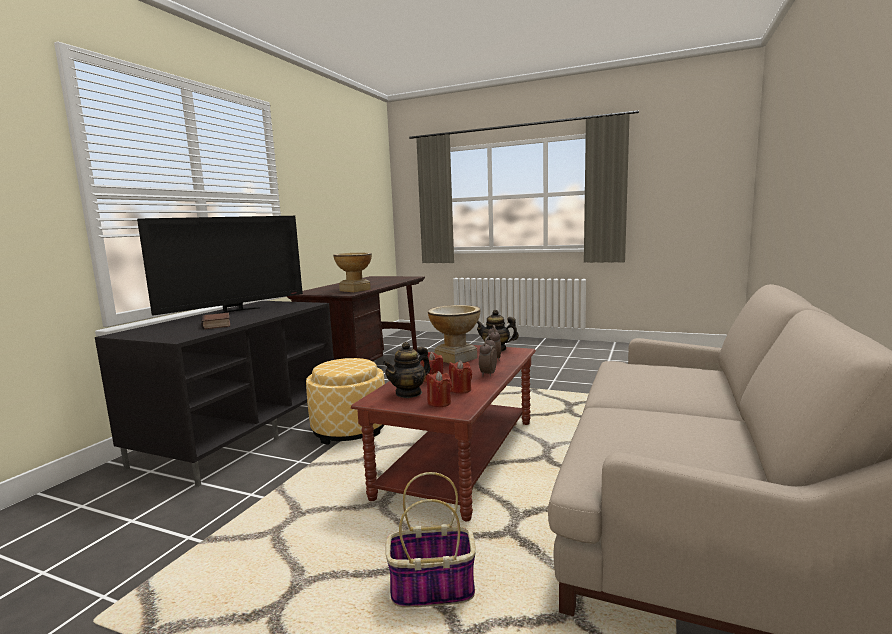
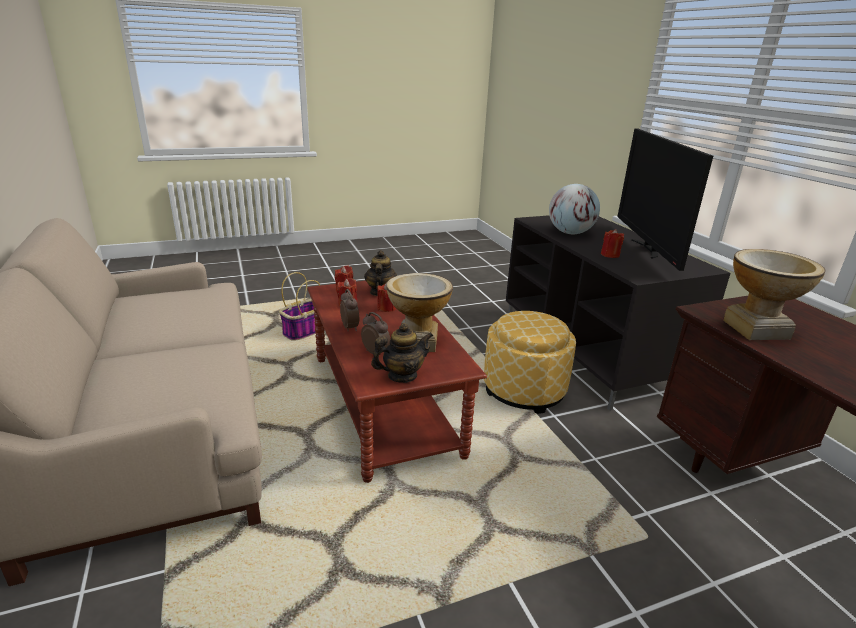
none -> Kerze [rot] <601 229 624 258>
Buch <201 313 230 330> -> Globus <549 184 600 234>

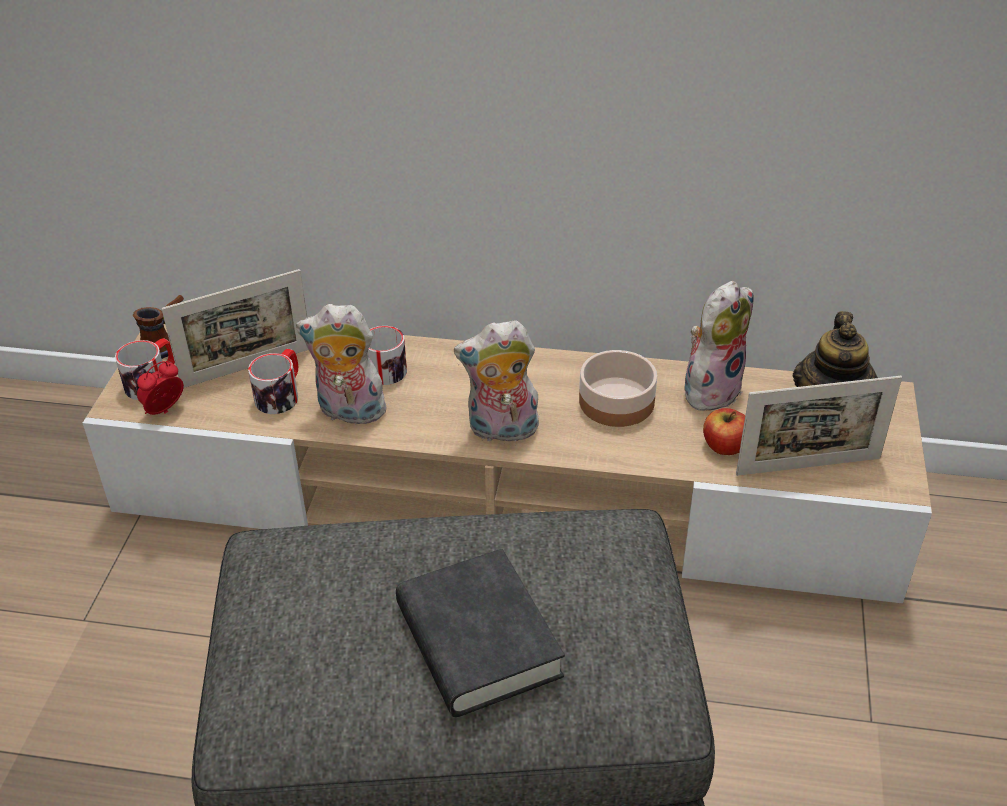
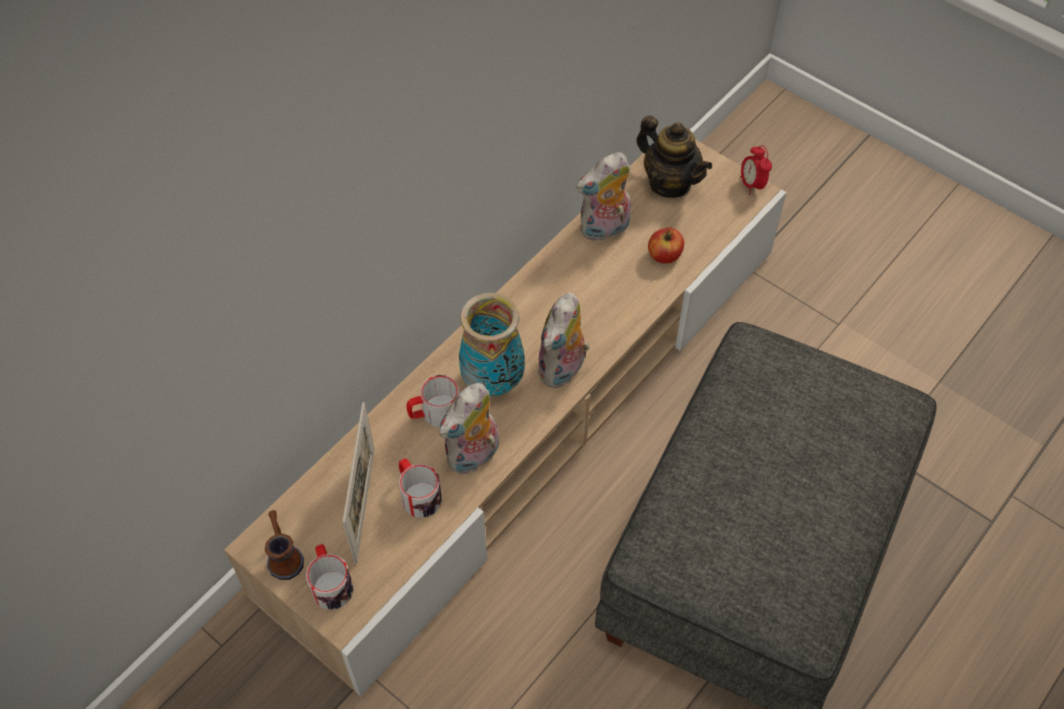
Buch [schwarz] <396 549 565 717> -> none
Schüssel <579 350 657 427> -> none
Bilderrahmen <736 376 902 476> -> none
none -> Vase <459 293 525 396>
Wecker <137 361 184 415> -> Wecker <740 145 772 195>, shifted
Plüschtier <684 281 754 411> -> Plüschtier <576 152 631 241>, 105 degrees counterclockwise

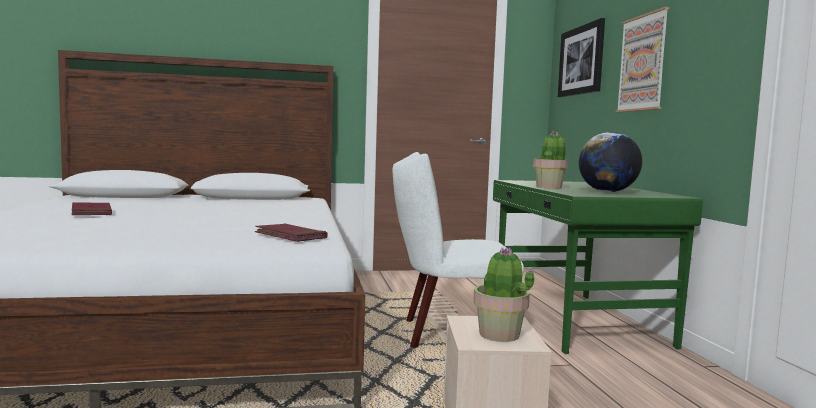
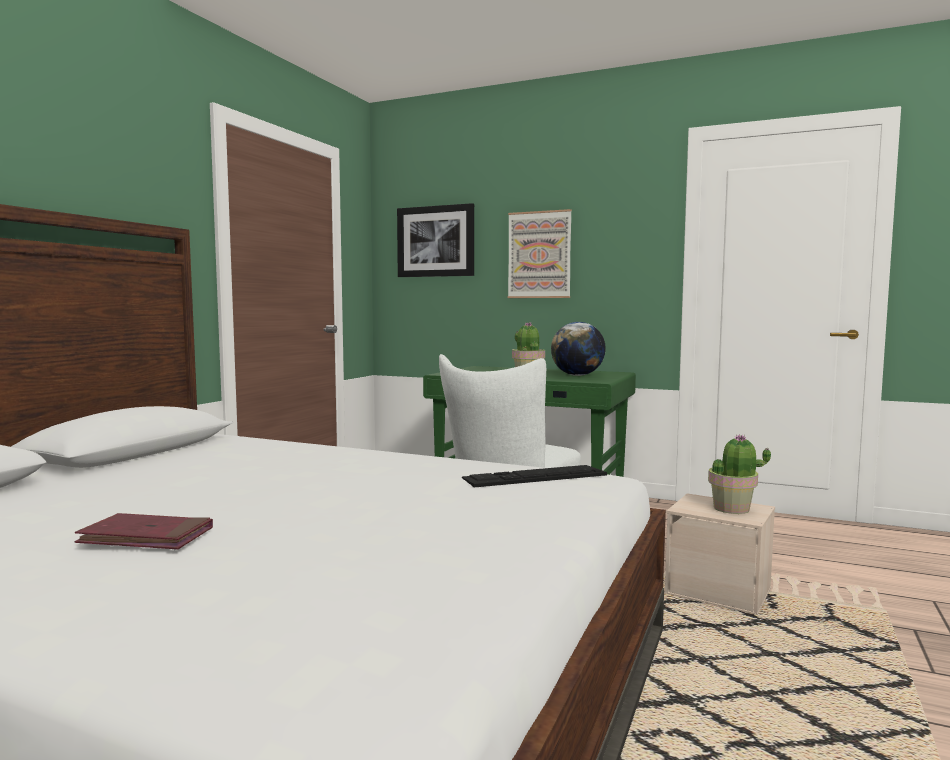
Buch [rot] <255 224 328 242> -> Tastatur <462 465 607 487>

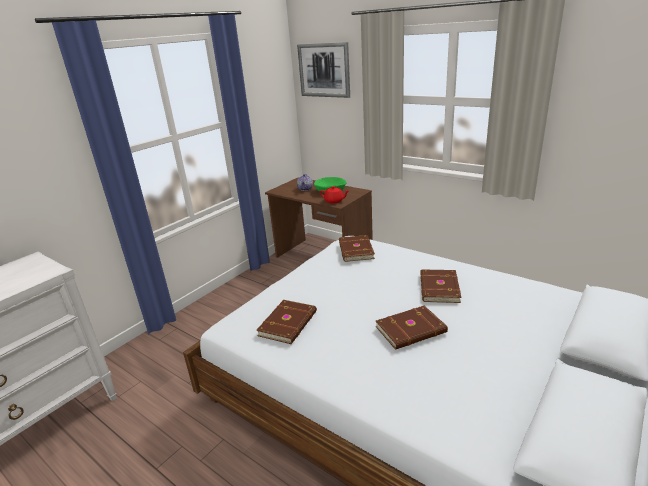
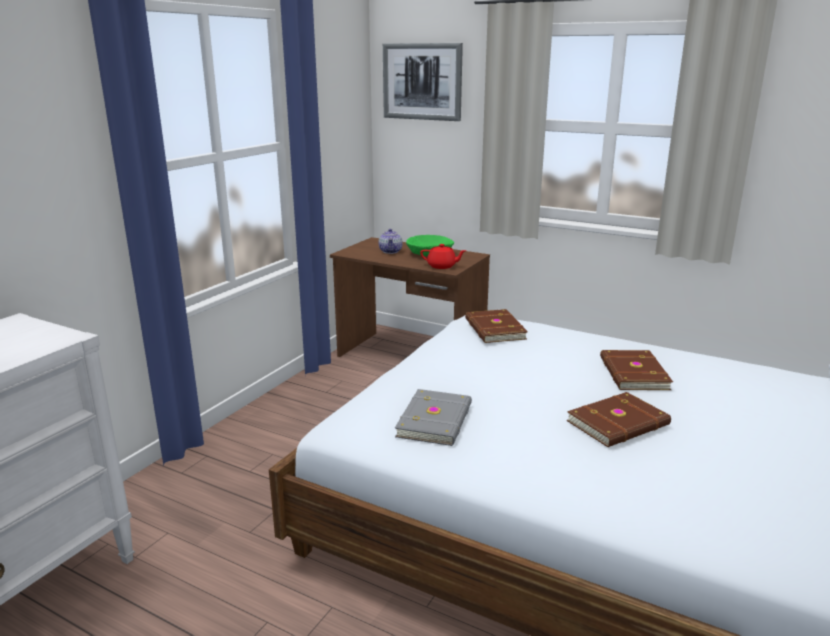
Buch [braun] <256 300 317 344> -> Buch [grau] <395 389 472 446>

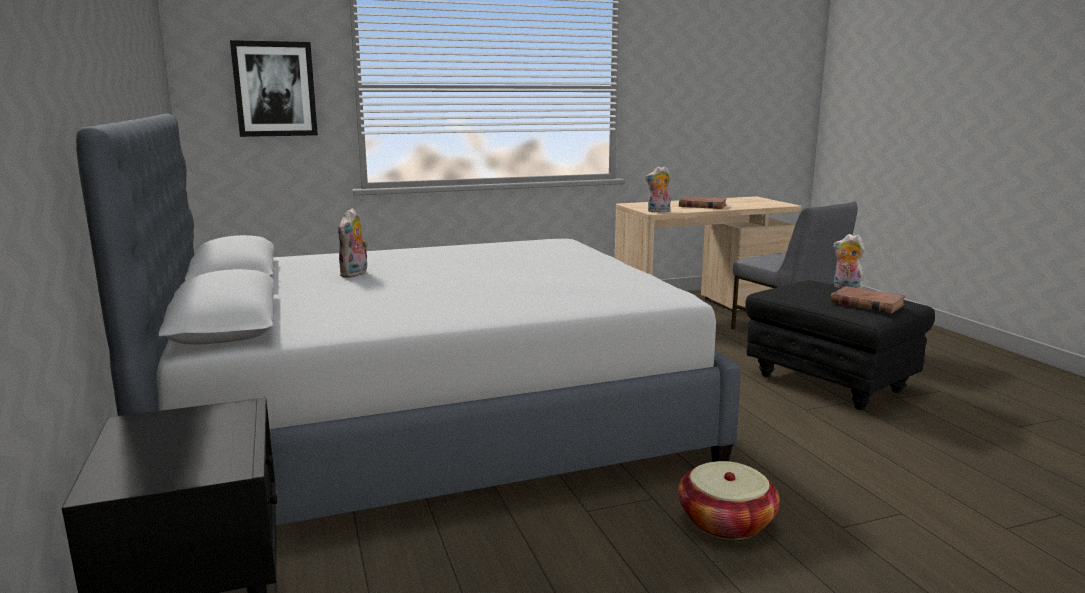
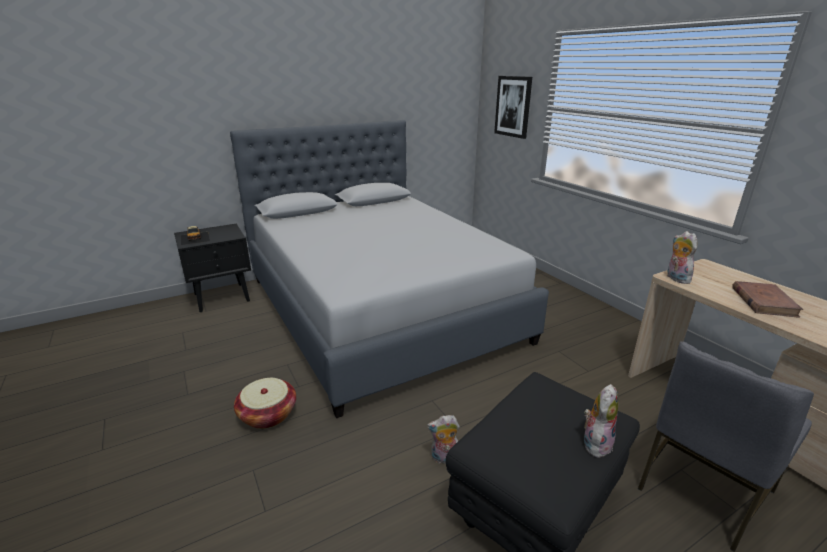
Buch [braun] <830 286 906 314> -> none
none -> Spielzeugauto <181 226 210 245>
Plüschtier <338 208 368 278> -> Plüschtier <427 415 460 464>, shifted

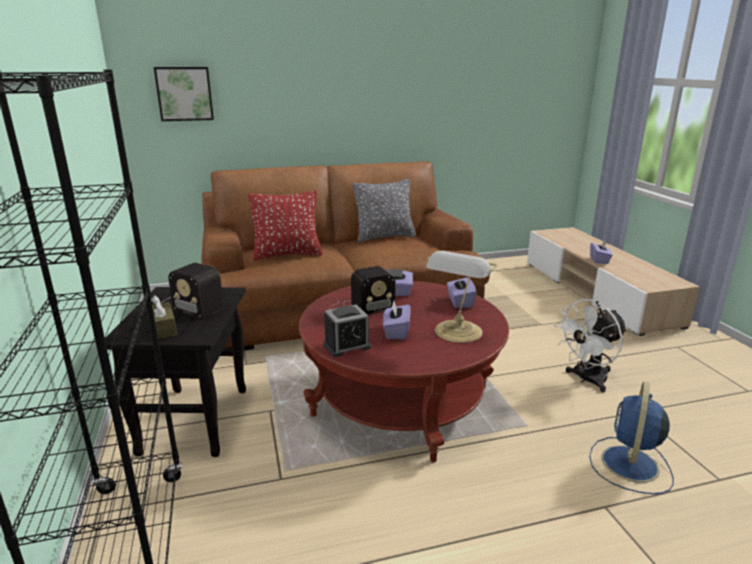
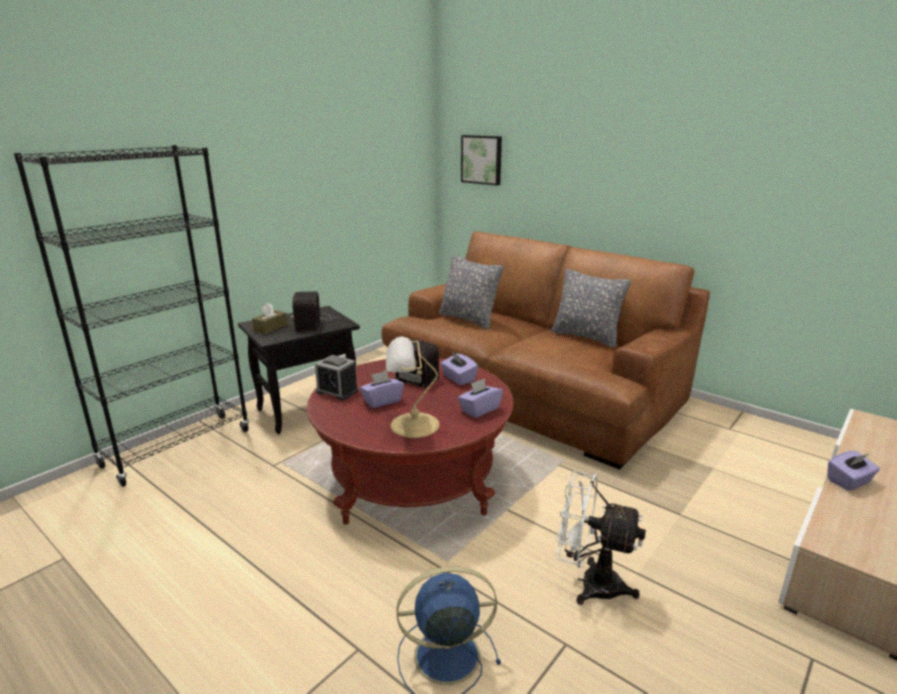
Kissen [rot] <248 190 322 260> -> Kissen [grau] <439 255 503 329>

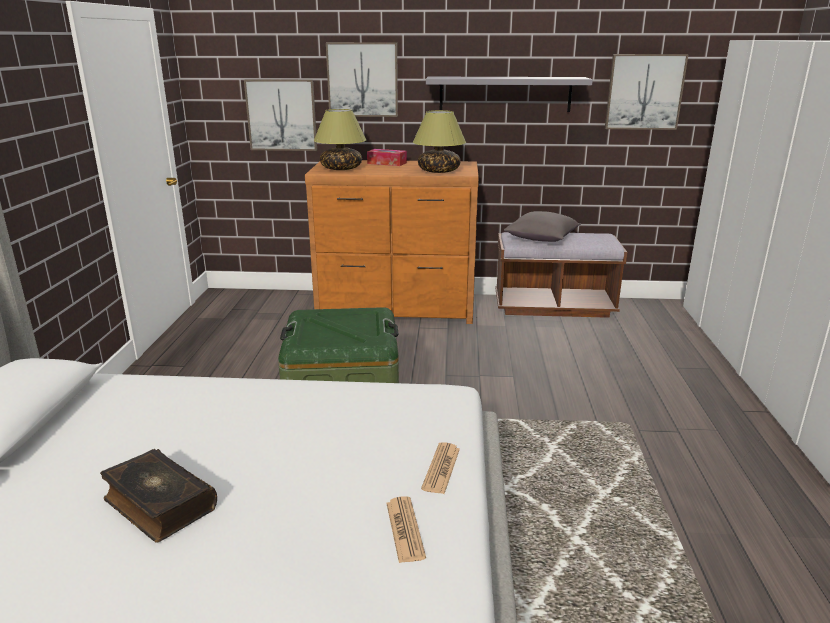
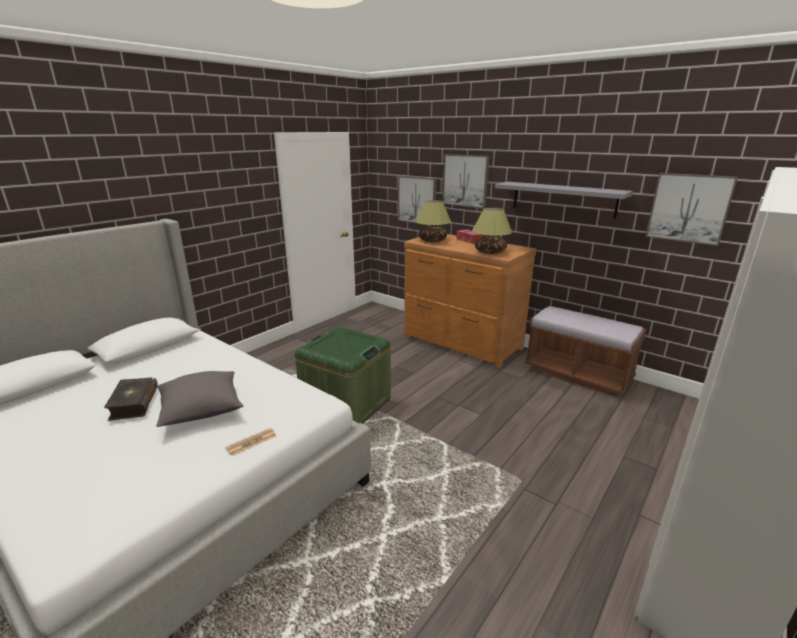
Zeitung <386 497 426 563> -> none
Kissen [grau] <504 211 581 242> -> Kissen [grau] <156 371 244 427>, shifted

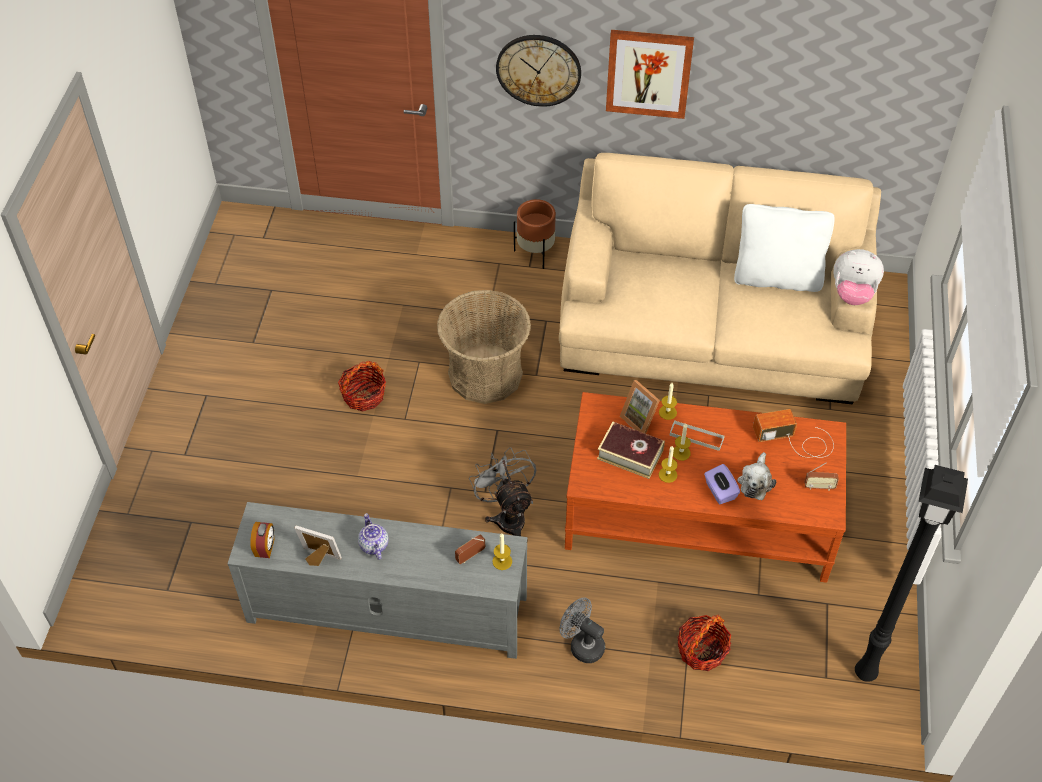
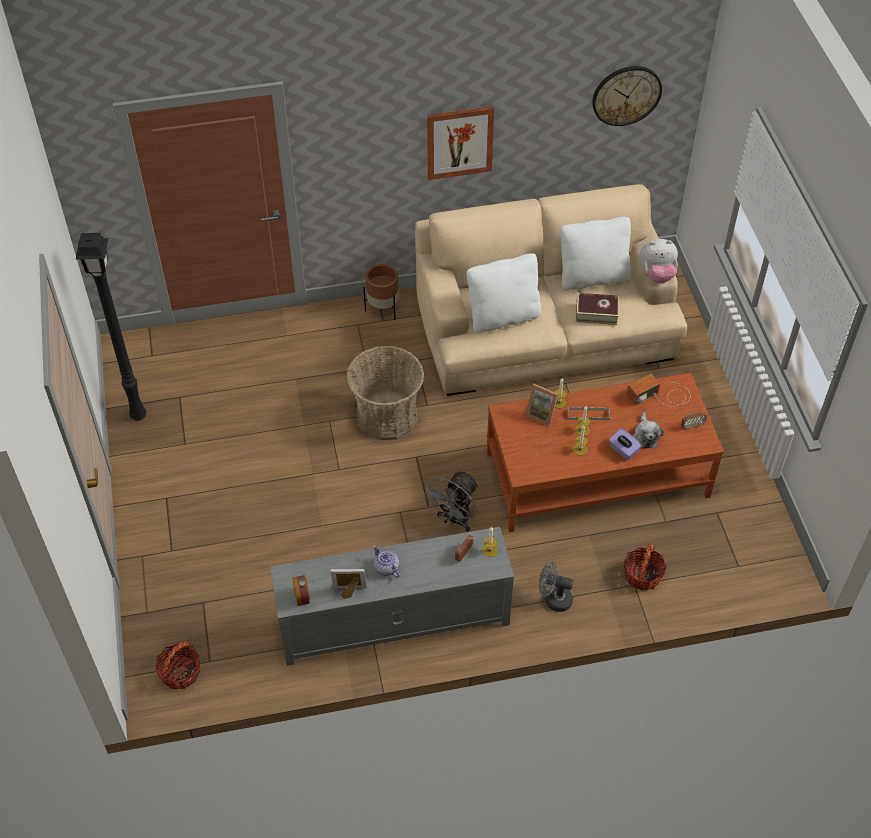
none -> Kissen [weiß] <466 253 542 333>
Korb <338 361 386 412> -> Korb <155 641 200 689>, shifted
Wanduhr <496 35 581 107> -> Wanduhr <592 66 662 126>, shifted
Buch <597 422 665 479> -> Buch <576 293 619 325>, shifted
Stehlampe [schwarz] <855 465 968 682> -> Stehlampe [schwarz] <76 233 146 421>, shifted
Ventilator [grau] <469 447 536 536> -> Ventilator [grau] <423 471 478 532>, 105 degrees counterclockwise

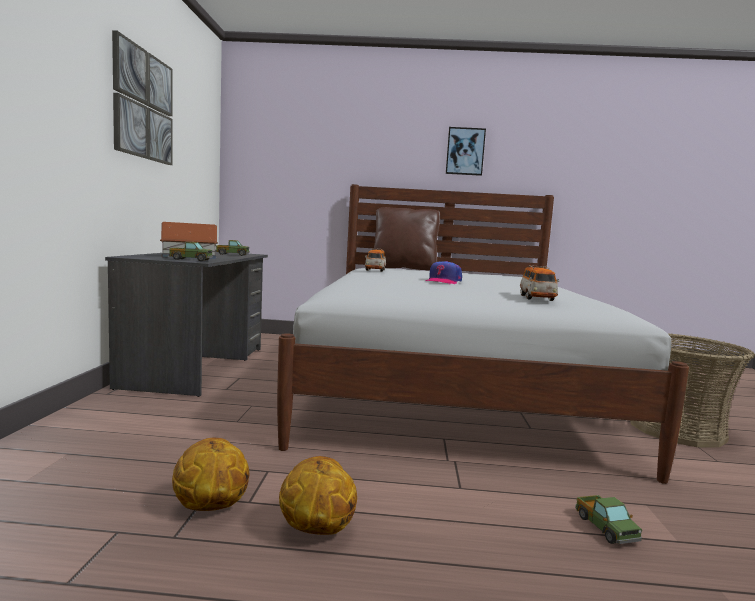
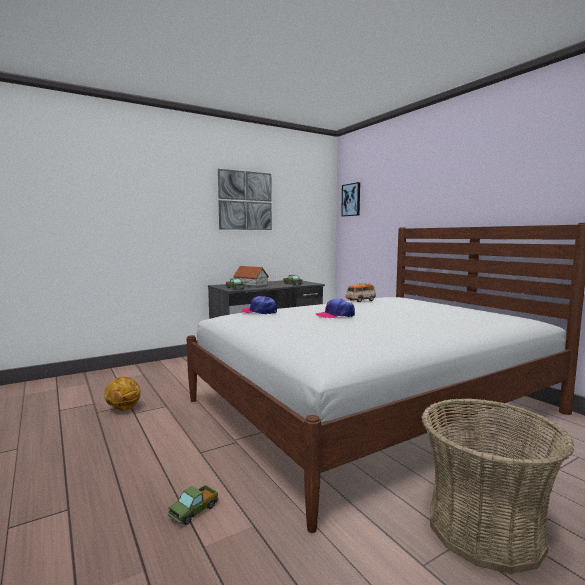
Basketball <279 456 357 535> -> none
Kissen [braun] <374 207 440 271> -> none
Spielzeugauto <520 265 559 301> -> none
none -> Kappe <241 296 277 315>
Bild <446 127 486 176> -> Bild <341 182 360 217>, shifted

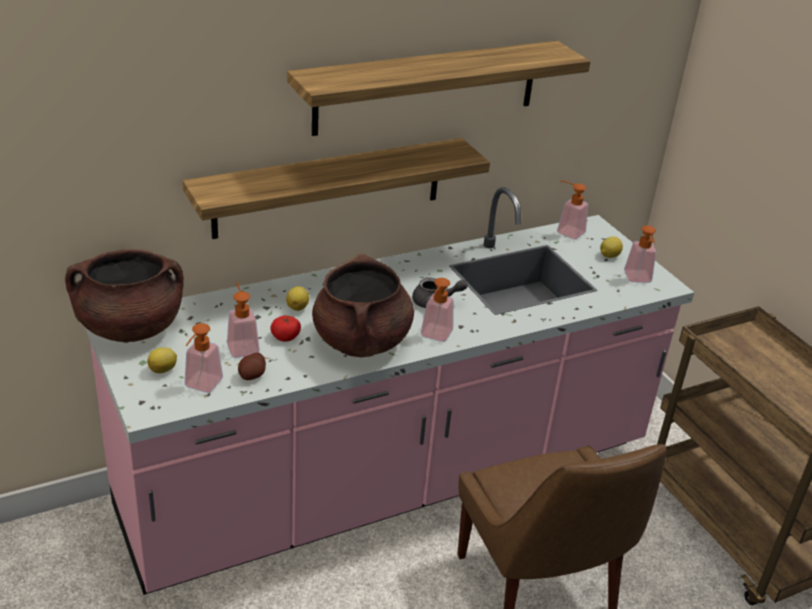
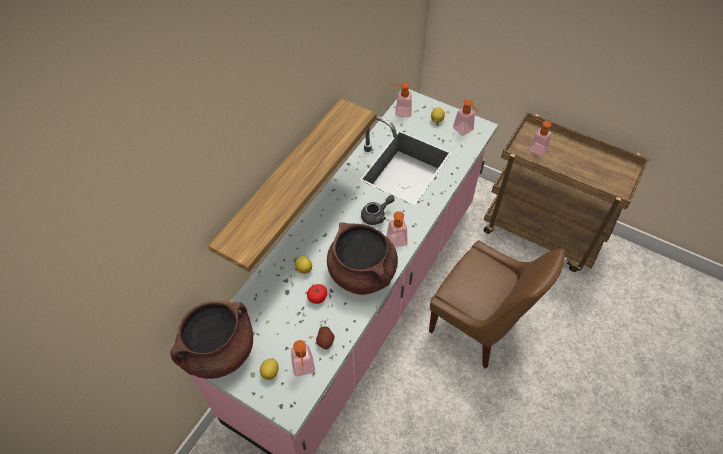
Wandregal <287 41 591 136> -> none
Seifenspender <227 282 260 358> -> Seifenspender <529 118 552 156>, shifted

